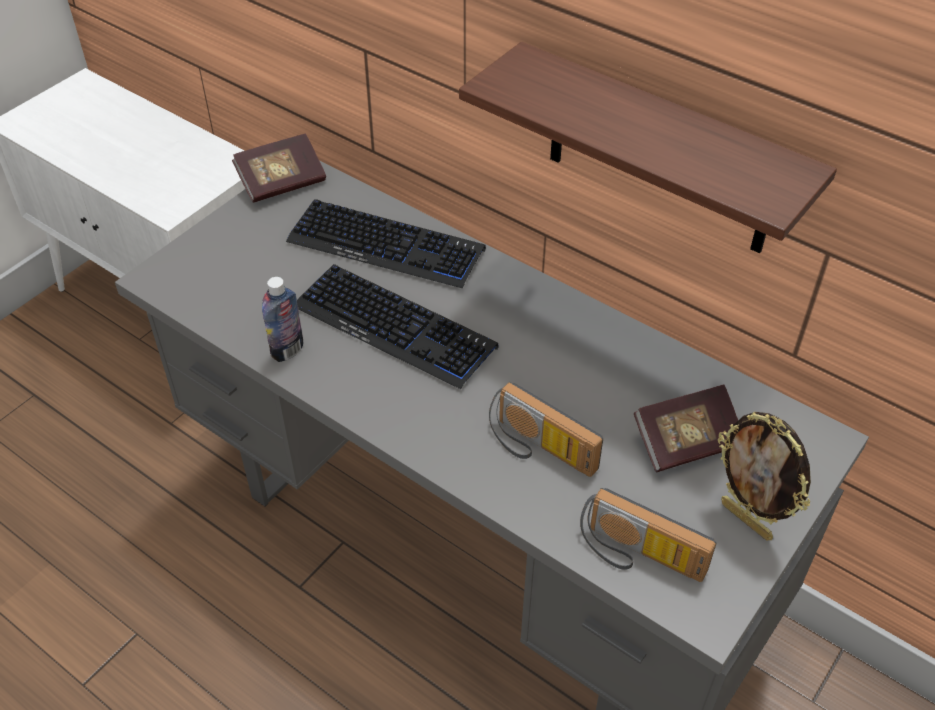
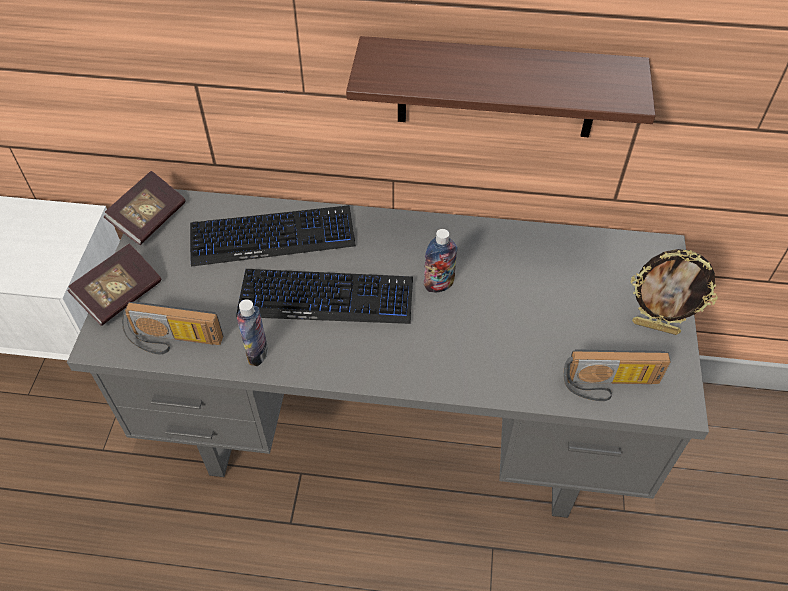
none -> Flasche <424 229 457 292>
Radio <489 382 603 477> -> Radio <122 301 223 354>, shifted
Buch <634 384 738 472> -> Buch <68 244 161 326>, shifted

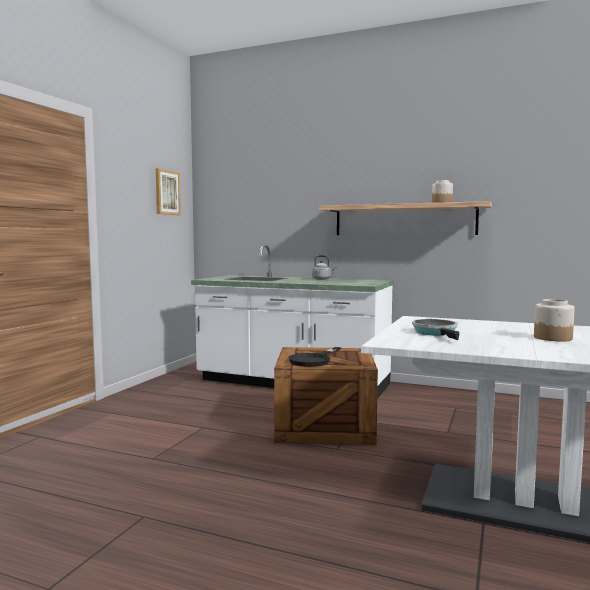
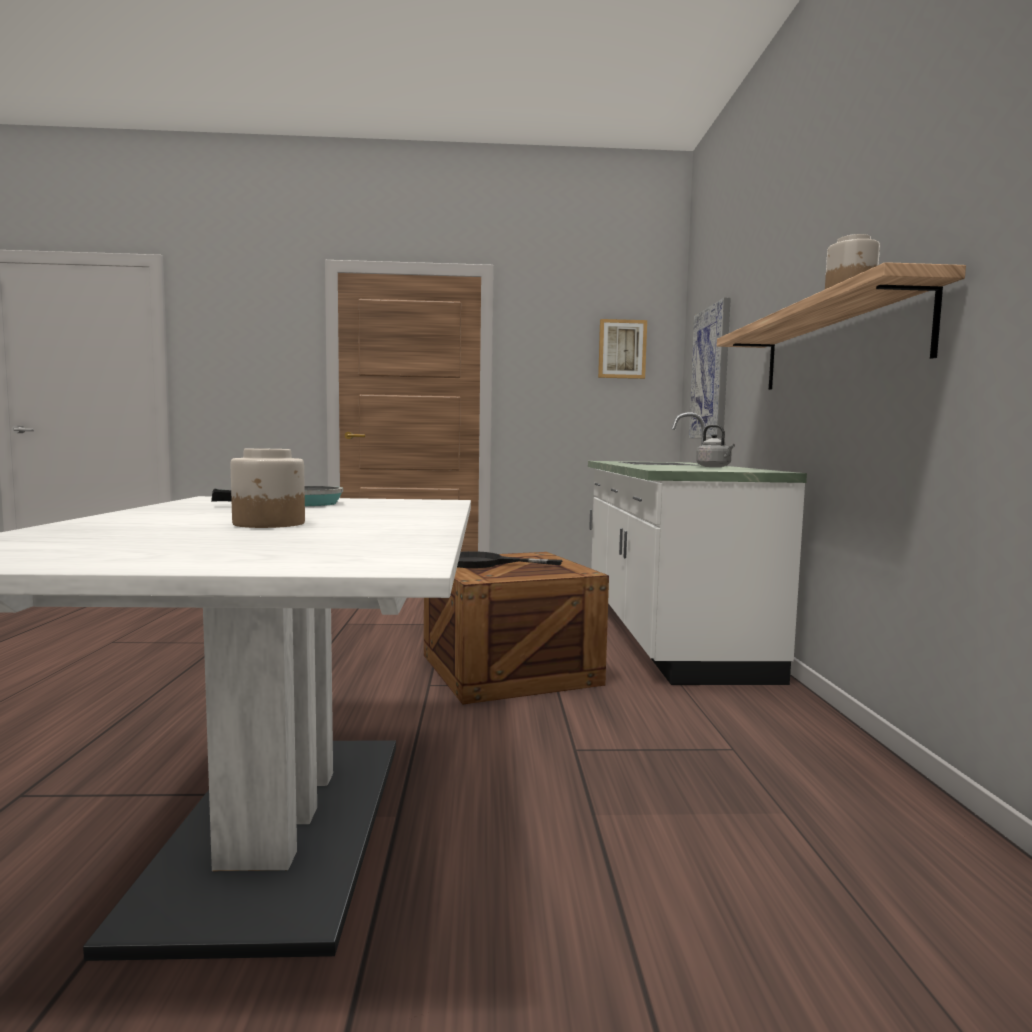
none -> Bild <689 298 731 438>

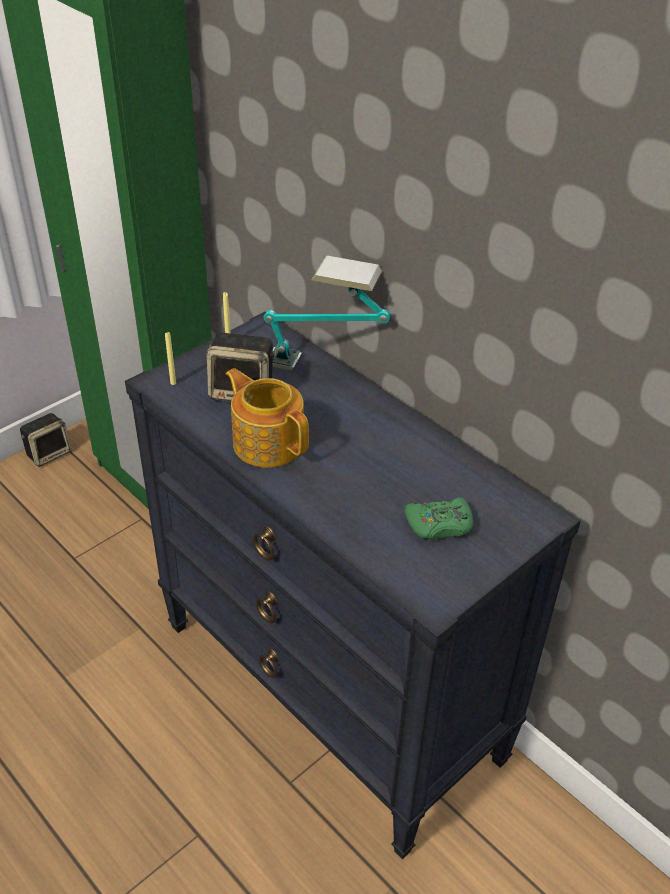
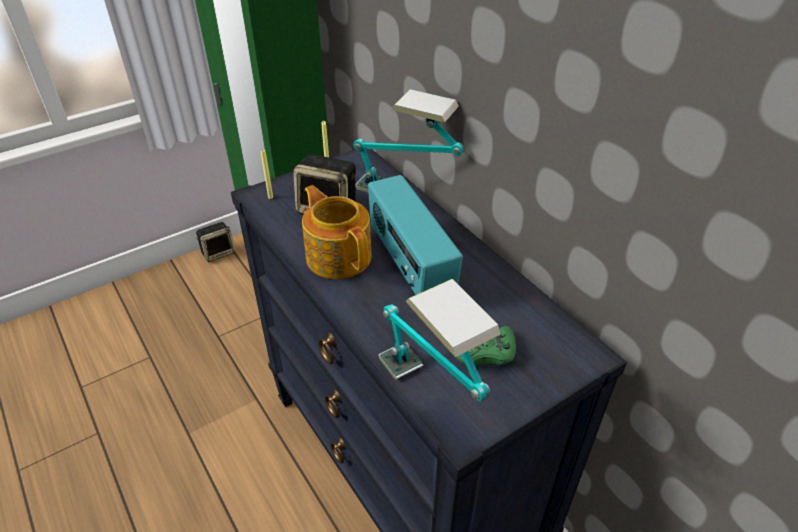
none -> Radio <368 175 463 295>
none -> Tischlampe <378 279 501 402>

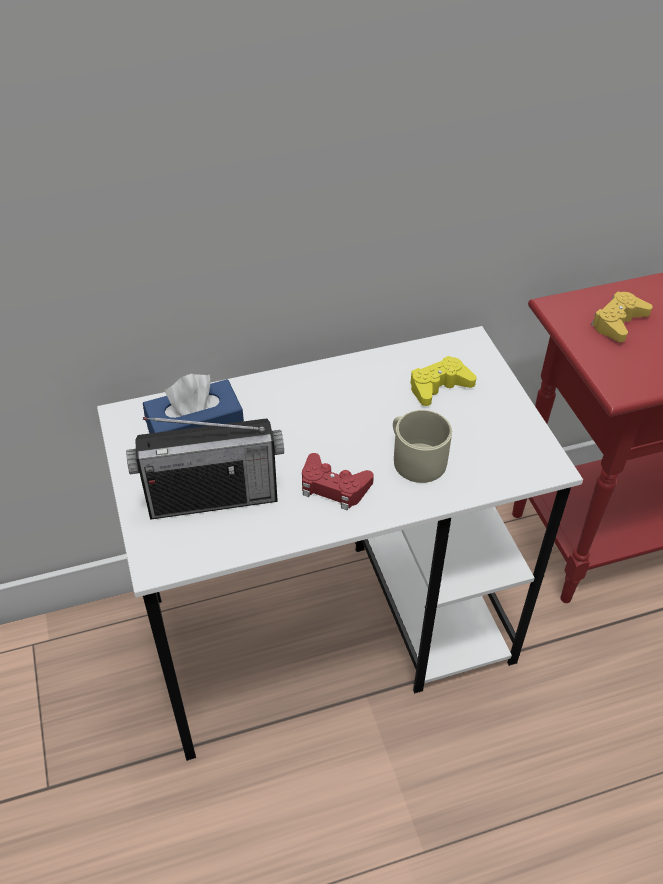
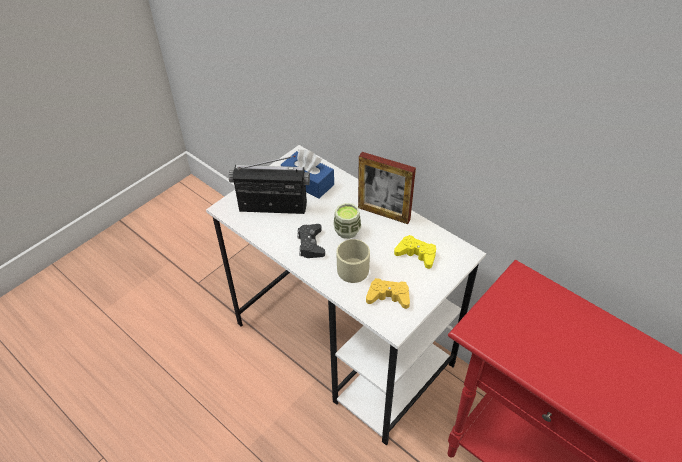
none -> Tasse <333 203 361 239>
none -> Bilderrahmen <358 152 416 224>
Gamepad [gelb] <591 292 653 342> -> Gamepad [gelb] <366 278 410 309>, shifted
Gamepad [rot] <302 453 374 510> -> Gamepad [schwarz] <297 224 325 258>
Radio <126 417 284 520> -> Radio <229 156 310 214>, 135 degrees clockwise

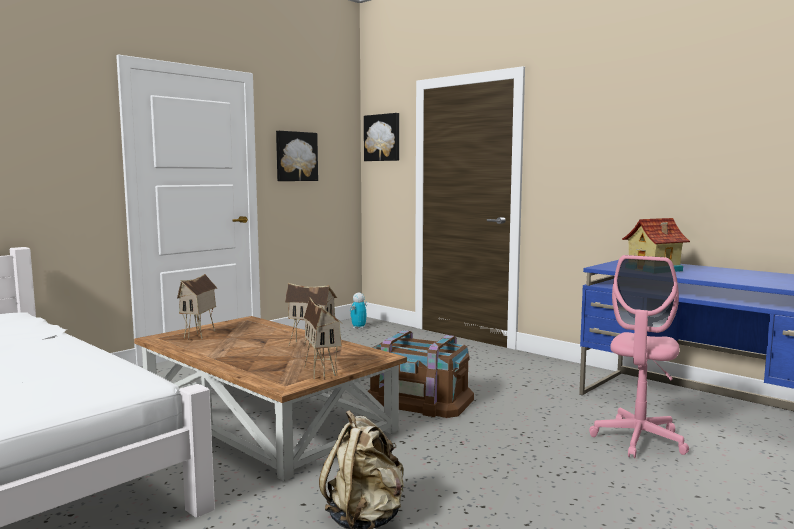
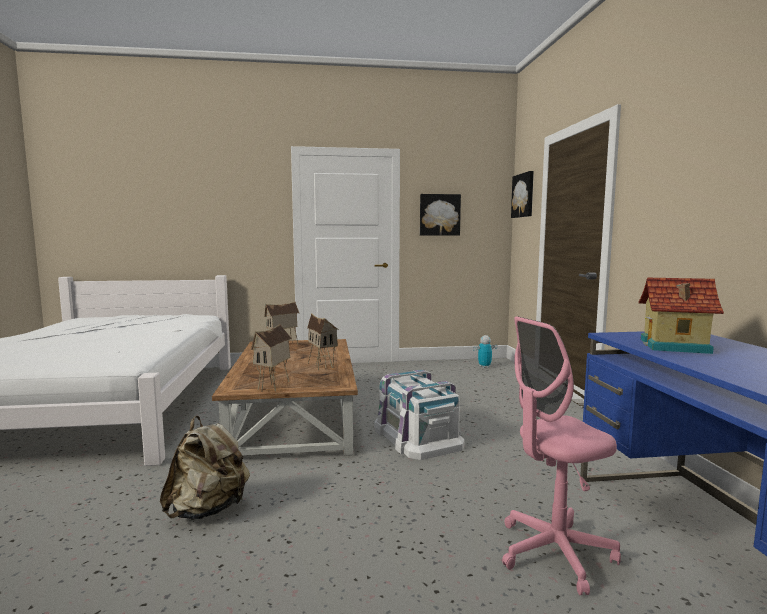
Aufbewahrungsbox [braun] <368 330 474 418> -> Aufbewahrungsbox [weiß] <374 369 465 460>

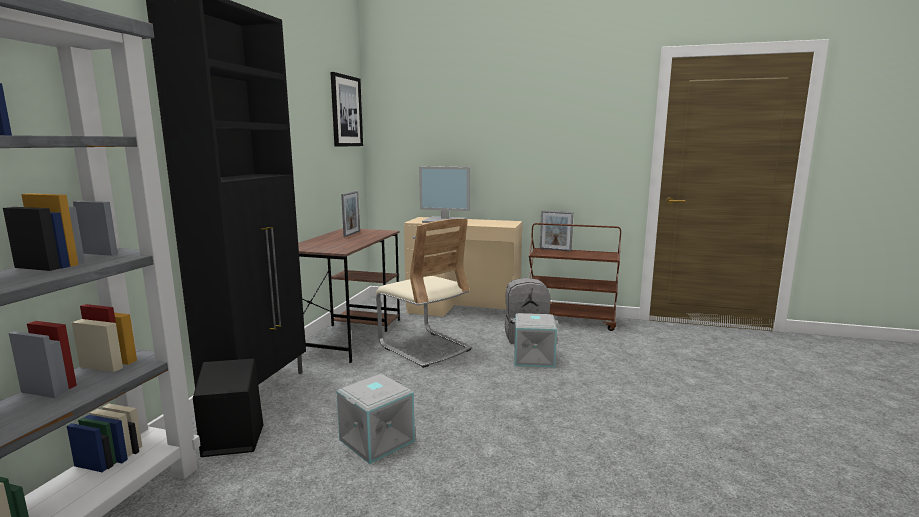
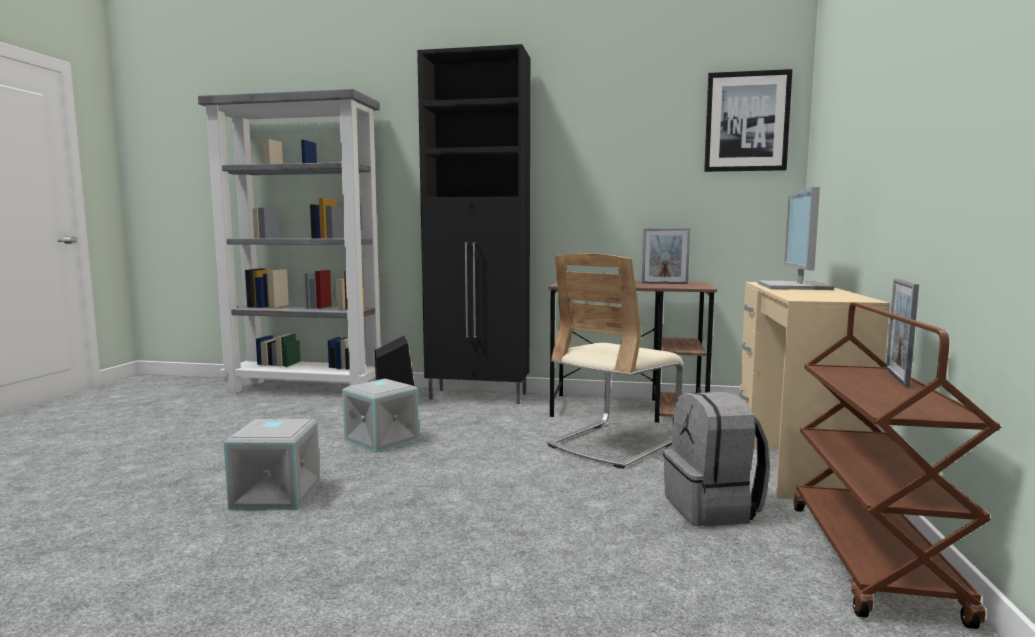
Aufbewahrungsbox [grau] <513 313 558 368> -> Aufbewahrungsbox [grau] <224 418 320 510>, shifted

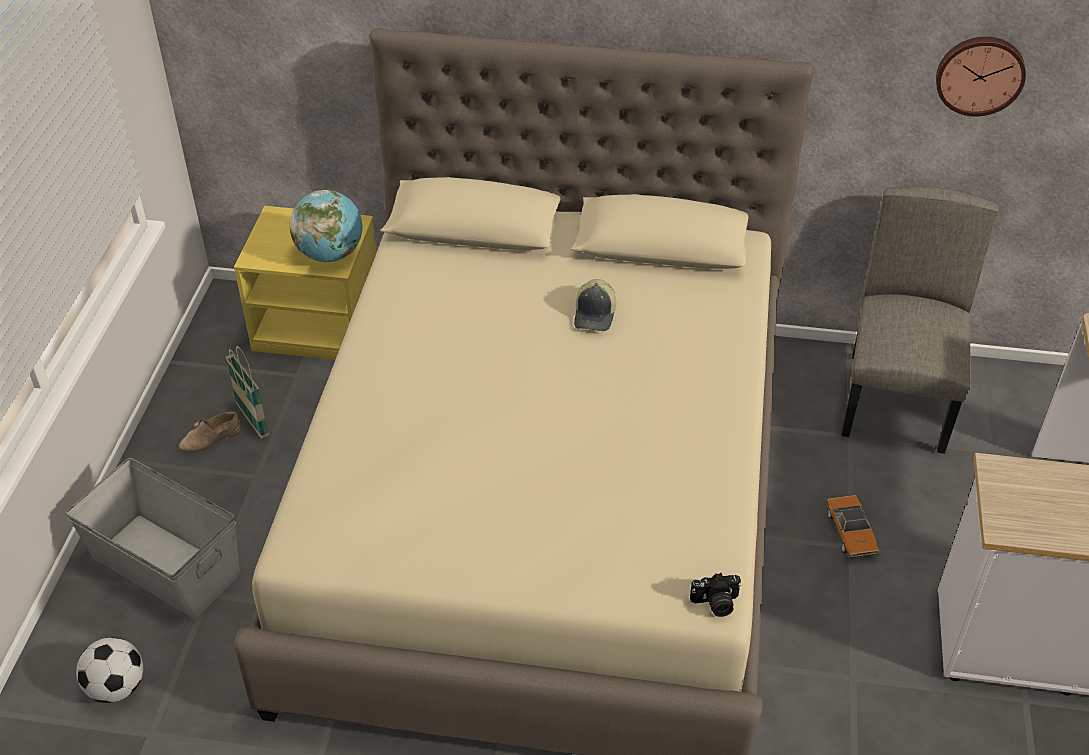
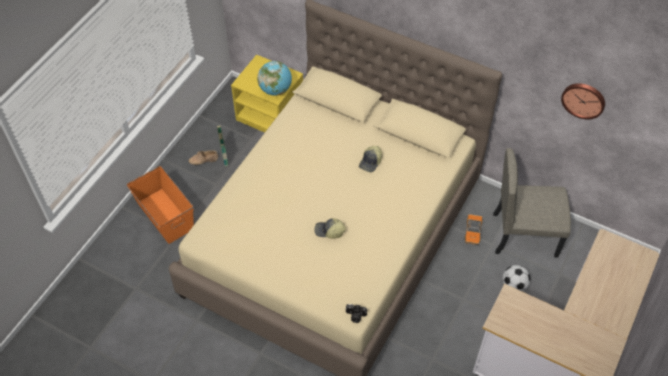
none -> Kappe <314 218 346 239>
Fußball <76 637 143 703> -> Fußball <502 265 531 291>, shifted
Spielzeugauto <827 495 879 558> -> Spielzeugauto <464 214 482 245>, shifted
Aufbewahrungsbox [grau] <65 458 240 619> -> Aufbewahrungsbox [orange] <127 166 194 244>
Stuhl [beige] <842 187 999 454> -> Stuhl [beige] <493 148 571 258>, 120 degrees counterclockwise

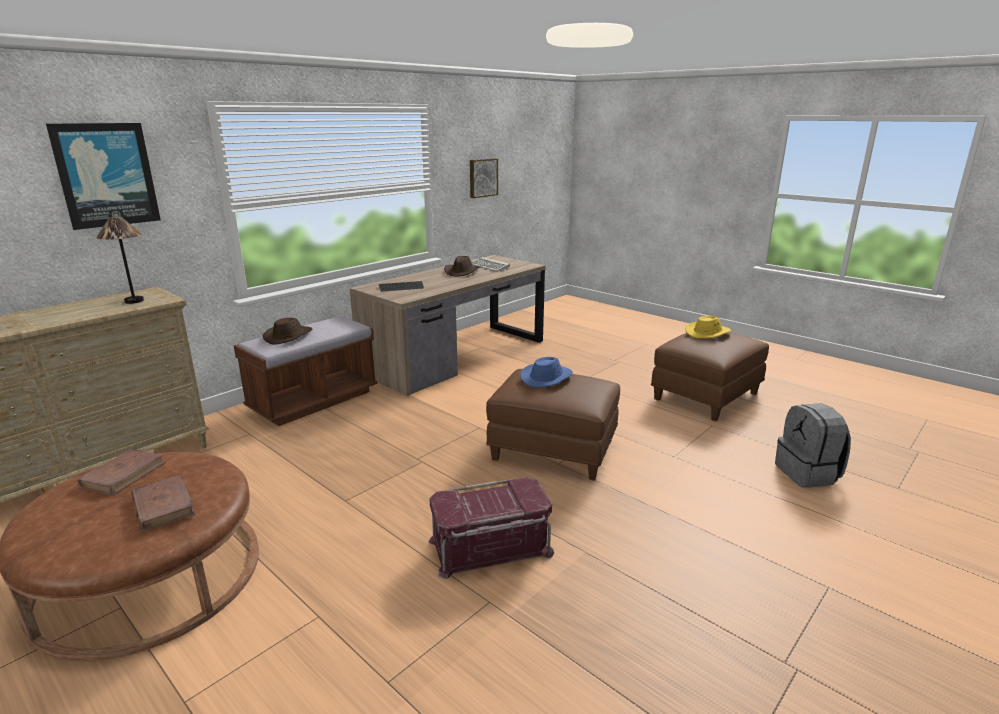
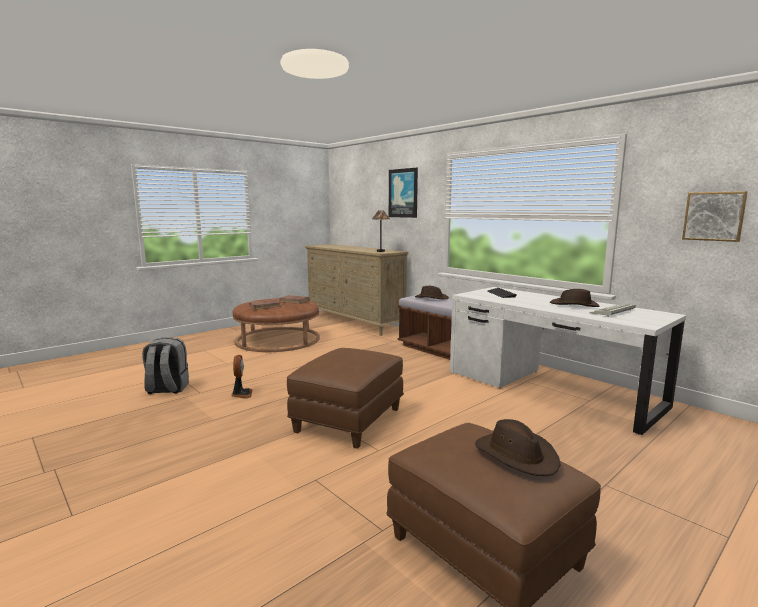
Hut [blau] <520 357 573 388> -> none
Rucksack [grau] <775 403 851 488> -> Rucksack [grau] <142 337 189 394>, shifted
Aufbewahrungsbox [rot] <429 477 554 579> -> Ventilator <231 355 252 399>
Schreibtisch [braun] <350 255 546 396> -> Schreibtisch [weiß] <450 287 686 435>
Hut [gelb] <685 316 731 339> -> Hut [braun] <475 419 560 476>

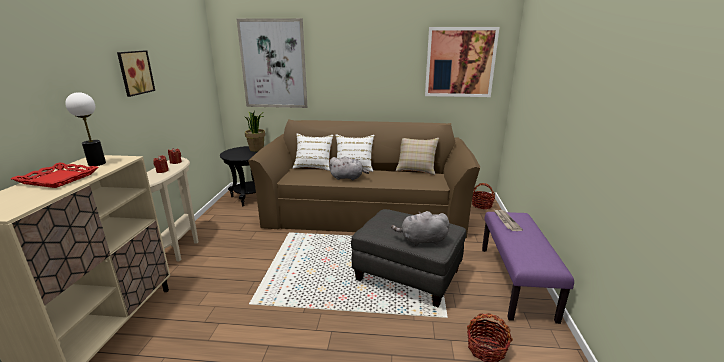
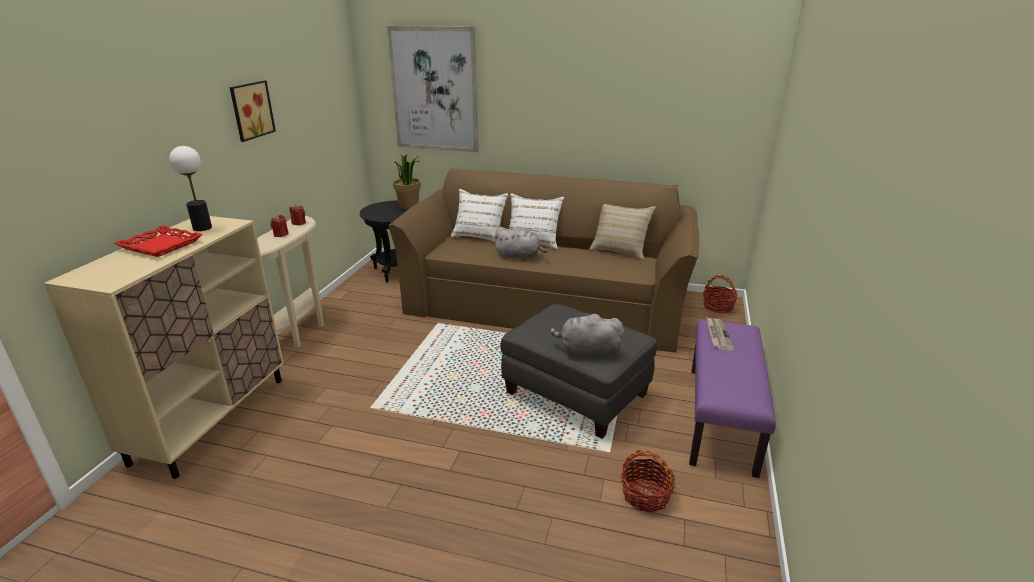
Bild <425 27 500 97> -> none

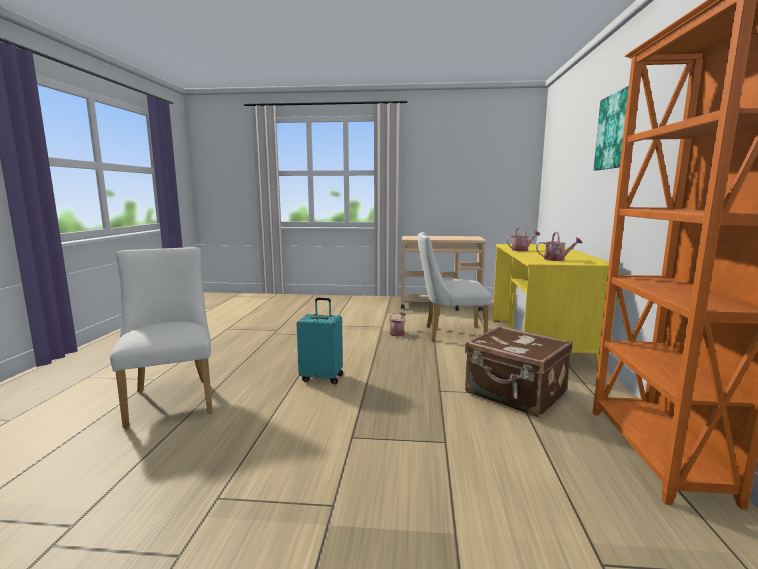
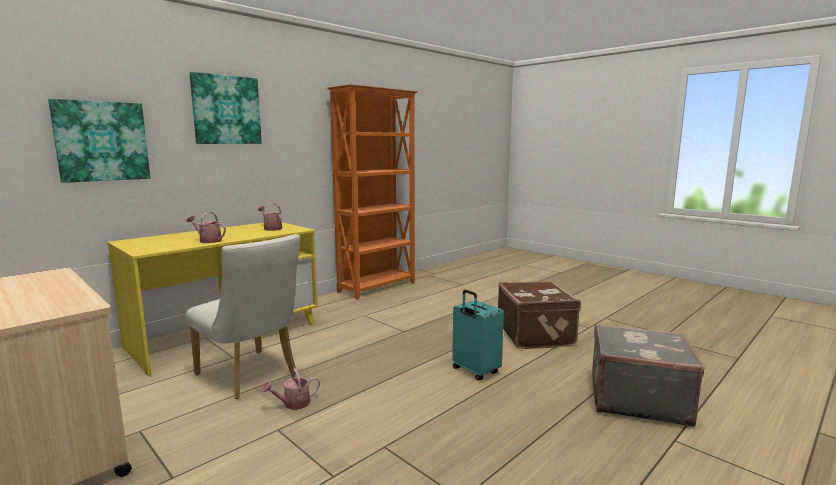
none -> Bild <48 99 150 183>
Koffer [braun] <465 326 572 418> -> Koffer [braun] <498 281 581 349>, shifted
Stuhl [weiß] <110 247 213 429> -> Koffer [grau] <592 324 705 427>

